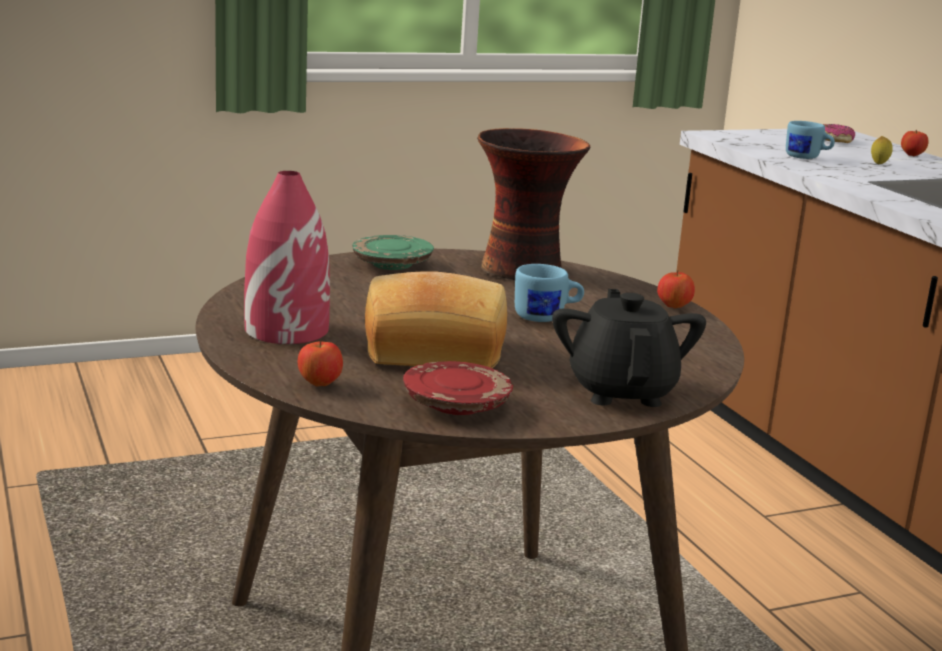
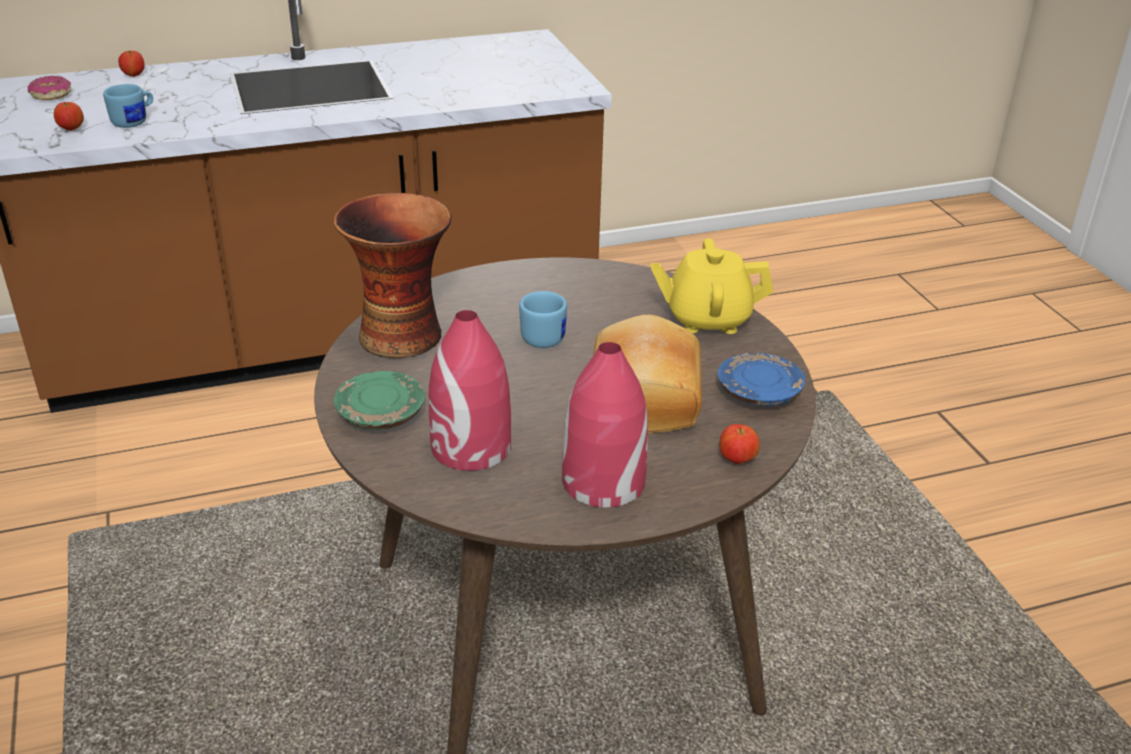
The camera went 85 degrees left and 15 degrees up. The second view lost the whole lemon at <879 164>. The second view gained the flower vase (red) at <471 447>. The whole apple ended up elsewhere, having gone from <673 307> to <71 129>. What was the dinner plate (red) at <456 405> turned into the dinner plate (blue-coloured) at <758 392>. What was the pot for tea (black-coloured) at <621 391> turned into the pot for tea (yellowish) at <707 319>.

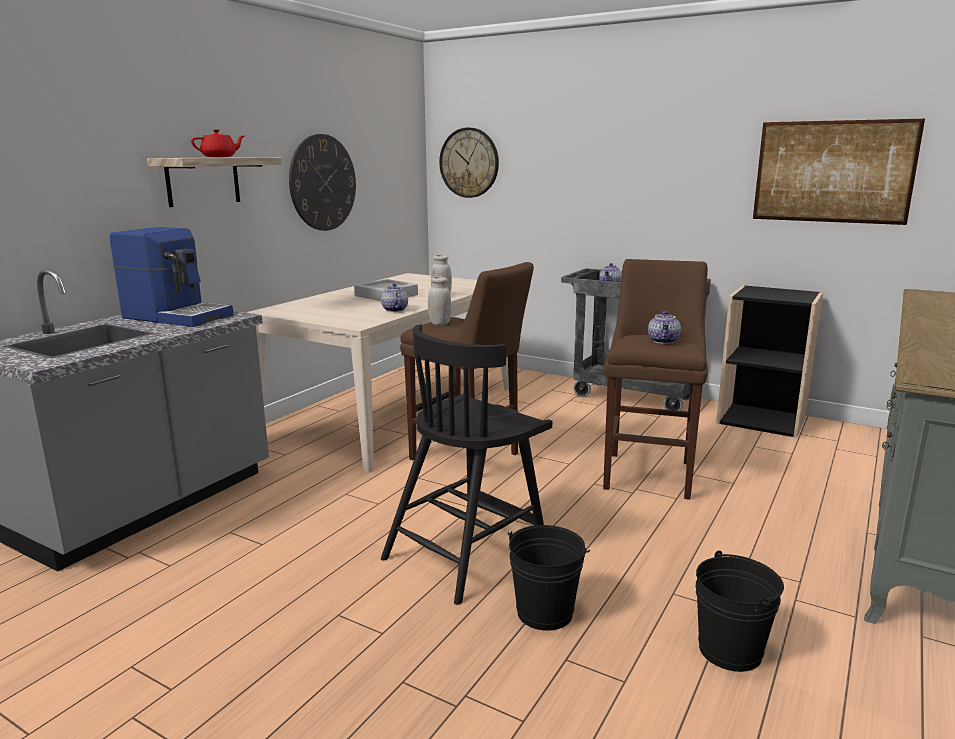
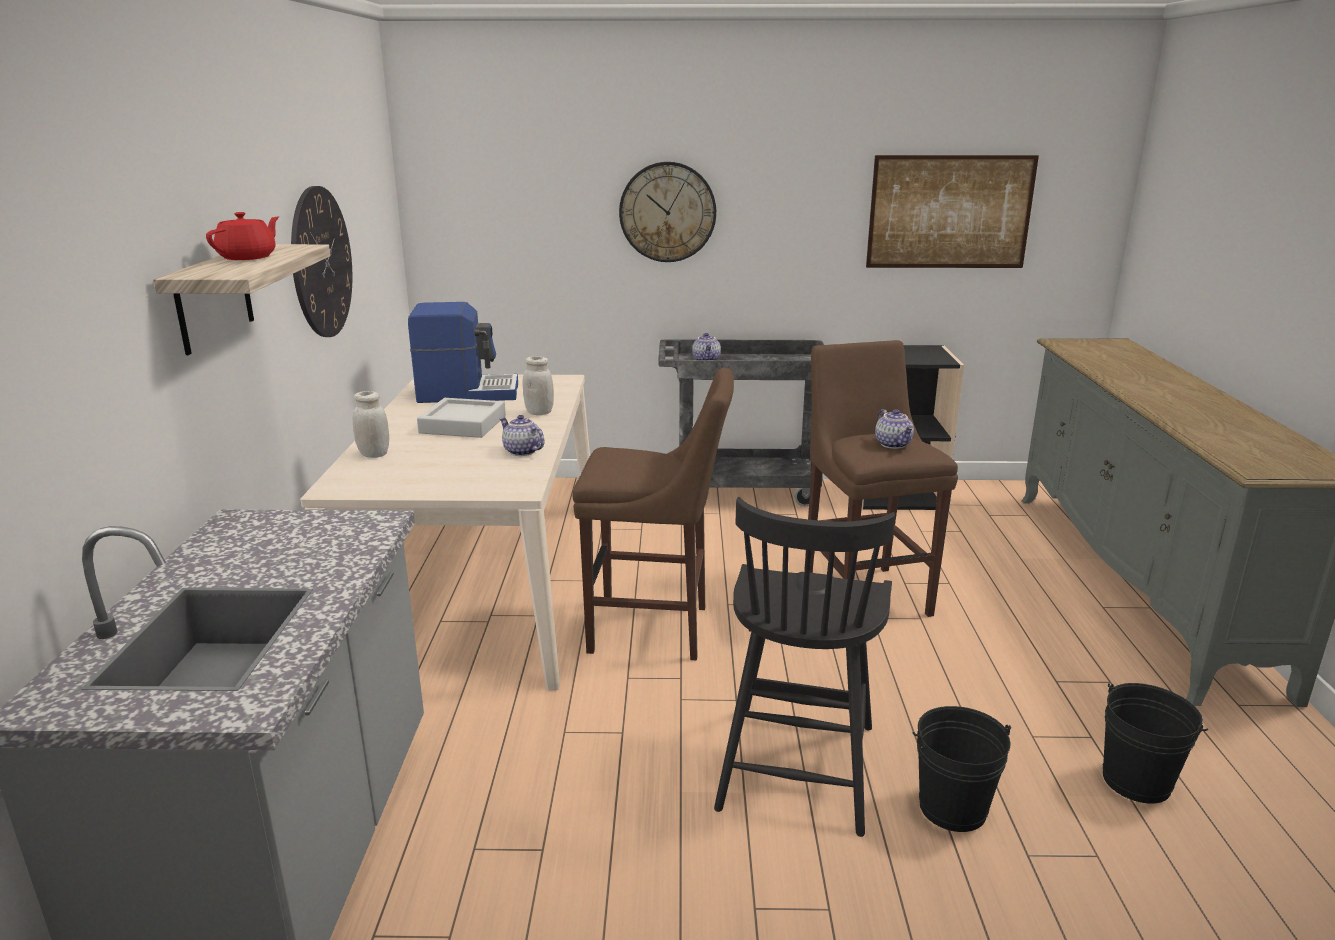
The camera went 30 degrees left and 5 degrees up. The coffee maker ended up elsewhere, having gone from <178 316> to <467 392>. The preserve jar (white-coloured) ended up elsewhere, having gone from <439 323> to <374 454>. The clock on the wall ended up elsewhere, having gone from <469 163> to <667 212>.

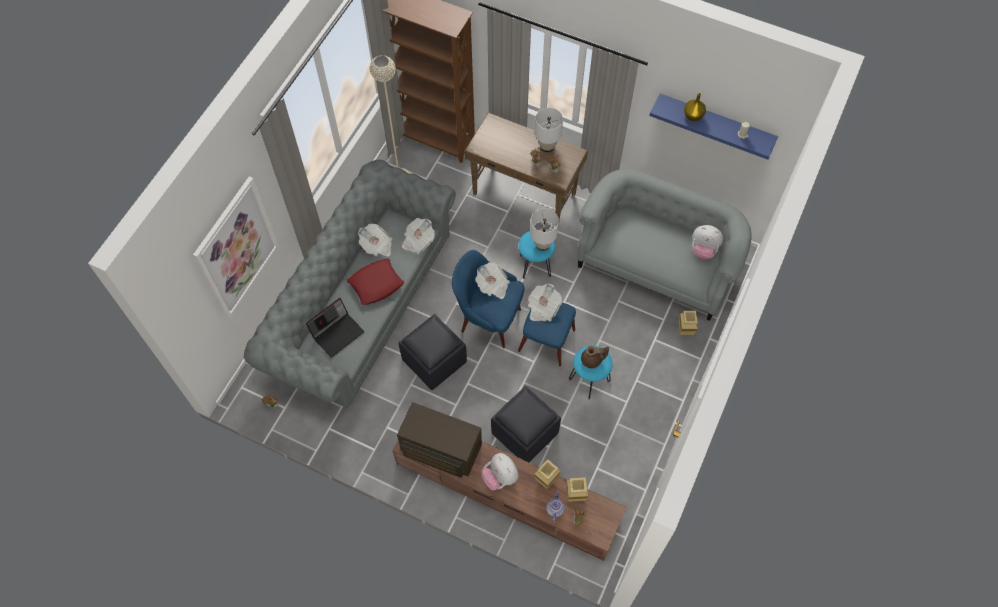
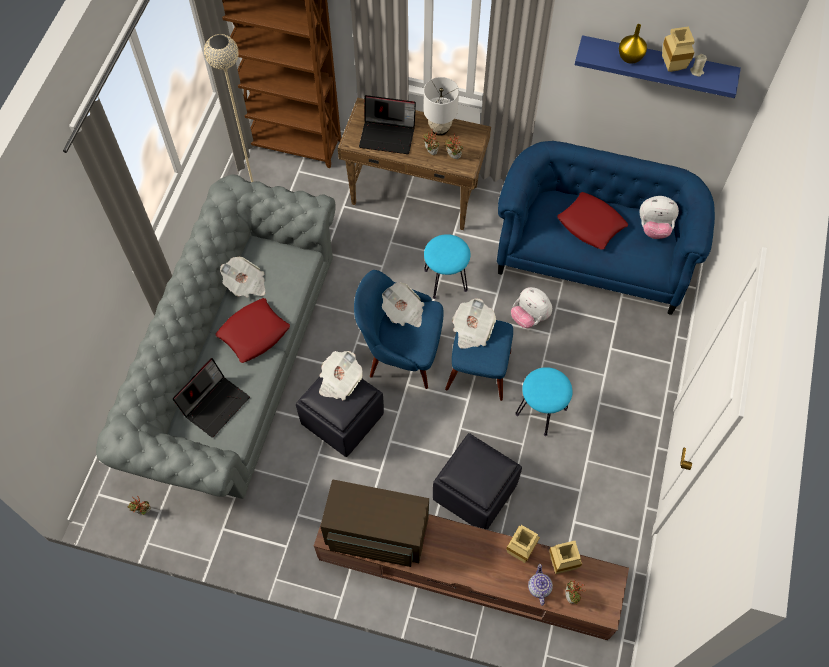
The camera went 10 degrees left and 0 degrees up. The second view lost the wall picture at <236 248>. The second view lost the lamp for a table (white-coloured) at <542 244>. The second view lost the pot for tea (brownish) at <592 360>. The second view gained the notebook computer at <388 135>. The second view gained the throw pillow (red) at <591 224>. The newspaper ended up elsewhere, having gone from <418 241> to <339 381>. The plush toy ended up elsewhere, having gone from <500 477> to <529 317>. The flower vase (beige-coloured) ended up elsewhere, having gone from <684 330> to <670 66>. What was the couch (gray) at <656 263> turned into the couch (blue-coloured) at <592 255>.

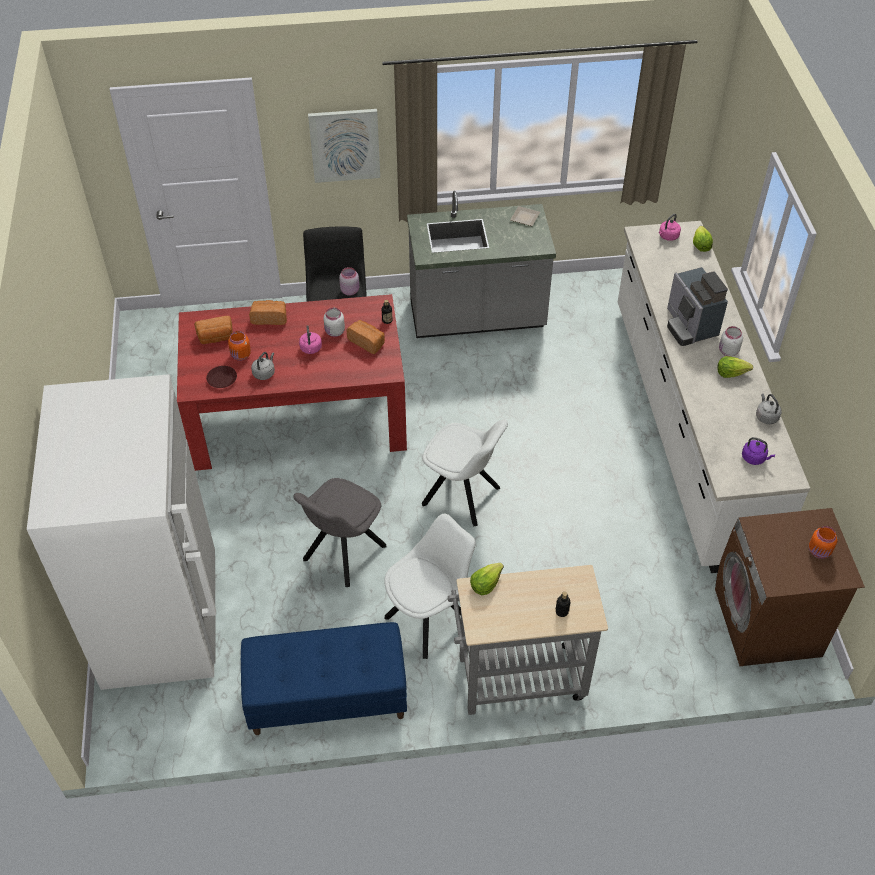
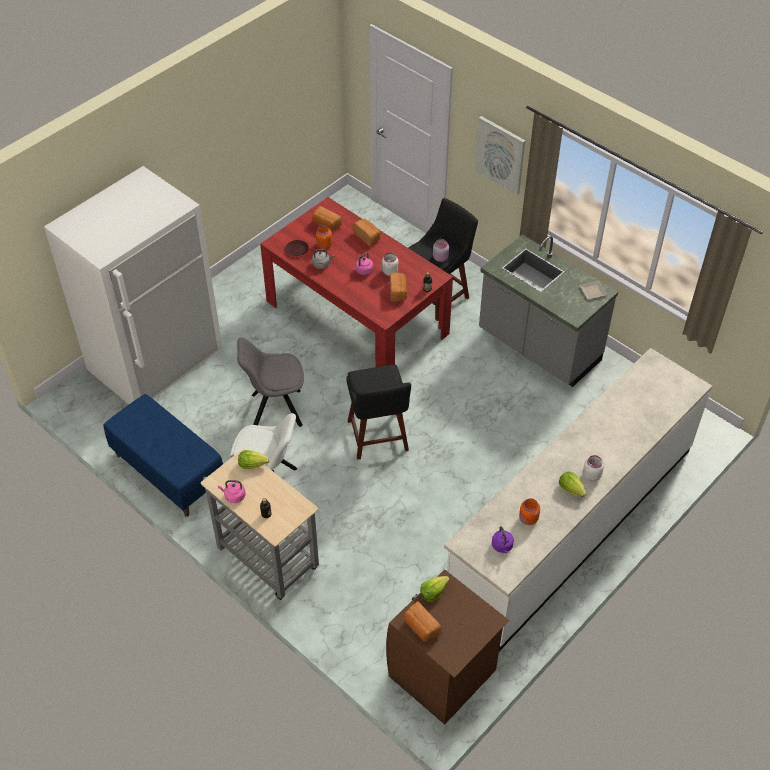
The camera went 50 degrees right and 0 degrees up. The second view lost the coffee maker at <690 326>. The second view lost the water kettle (gray) at <766 416>. The second view gained the bakery bread at <421 627>. The water kettle (pink) ended up elsewhere, having gone from <667 236> to <234 496>. The head of lettuce ended up elsewhere, having gone from <700 245> to <433 592>. The preserve jar (orange-coloured) ended up elsewhere, having gone from <819 552> to <528 519>. Where the chair (white-coloured) stood at <462 496>, the stool seat (black-coloured) came to stand at <378 438>.

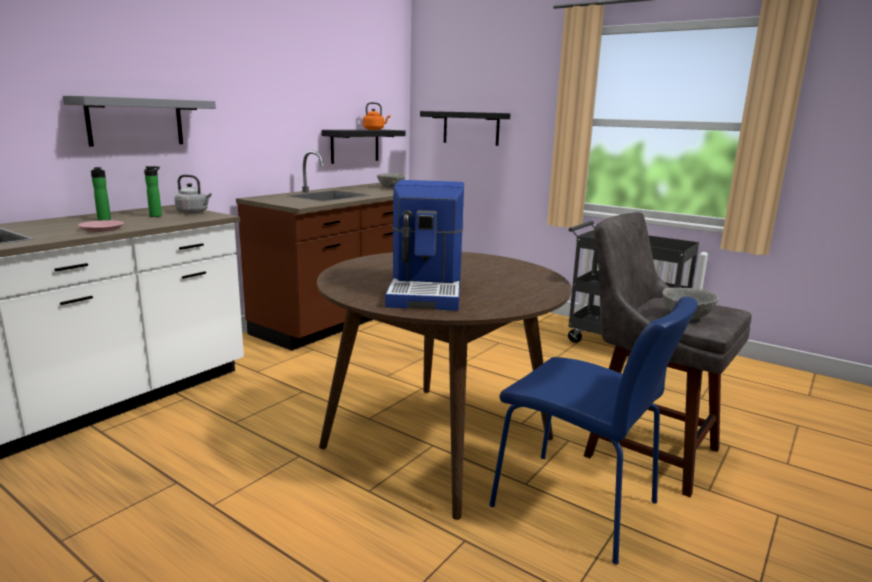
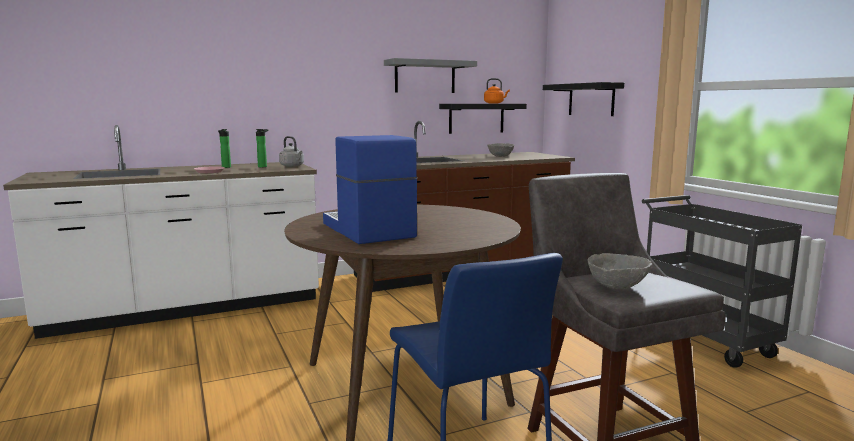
The camera went 30 degrees right and 5 degrees down. The bracket shelf (gray) ended up elsewhere, having gone from <135 122> to <425 77>. The coffee maker at <428 290> ended up facing another way, 120 degrees clockwise from before.

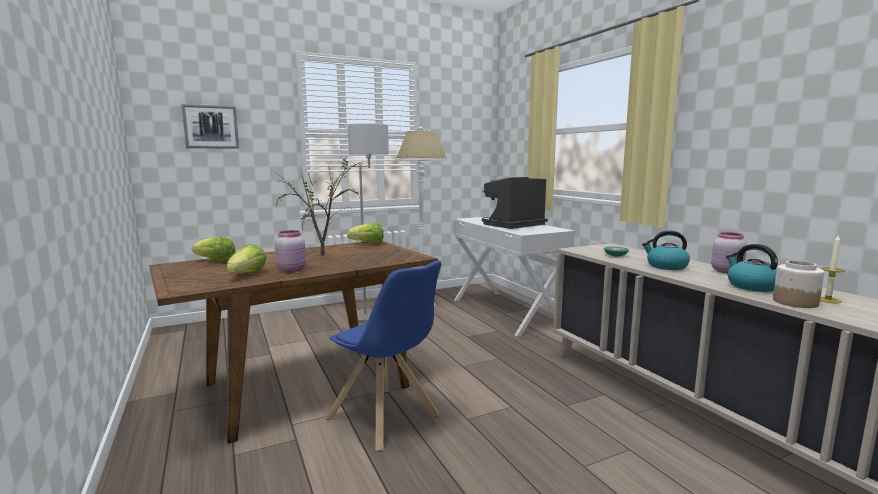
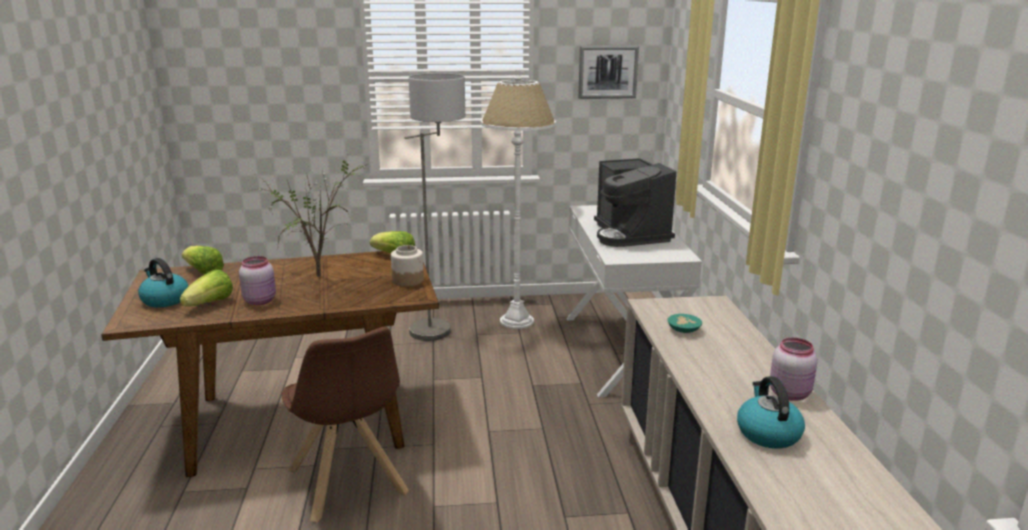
The camera went 20 degrees right and 10 degrees up. The second view lost the wax candle at <827 300>. The wall picture ended up elsewhere, having gone from <211 126> to <607 72>. The water kettle ended up elsewhere, having gone from <666 266> to <164 300>. The preserve jar ended up elsewhere, having gone from <794 302> to <408 280>. What was the chair (blue-coloured) at <386 419> turned into the chair (brownish) at <349 485>. The coffee maker at <513 225> ended up facing another way, 90 degrees counterclockwise from before.

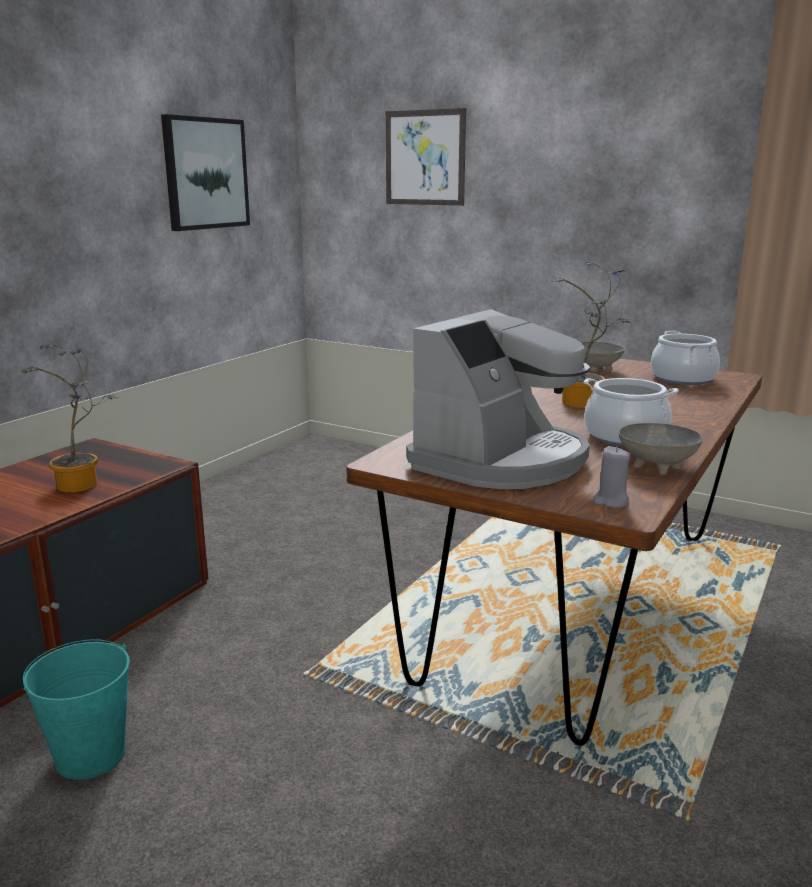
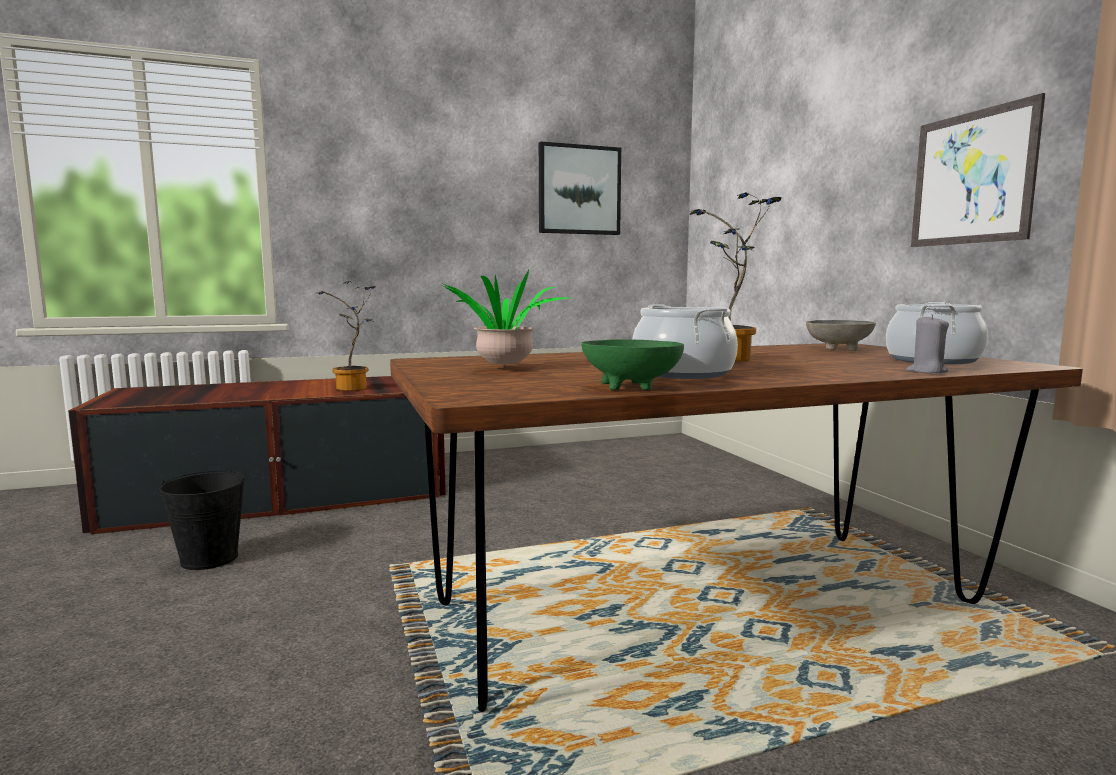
The camera went 40 degrees right and 10 degrees down. The wall picture ended up elsewhere, having gone from <425 158> to <972 178>. The wax candle (gray) ended up elsewhere, having gone from <611 501> to <926 371>. Where the coffee maker stood at <501 461>, the plant in a pot came to stand at <504 368>. What was the water bucket (turquoise) at <91 756> turned into the water bucket (black-coloured) at <209 559>. What was the serving bowl (gray) at <658 466> turned into the serving bowl (greenish) at <633 386>.

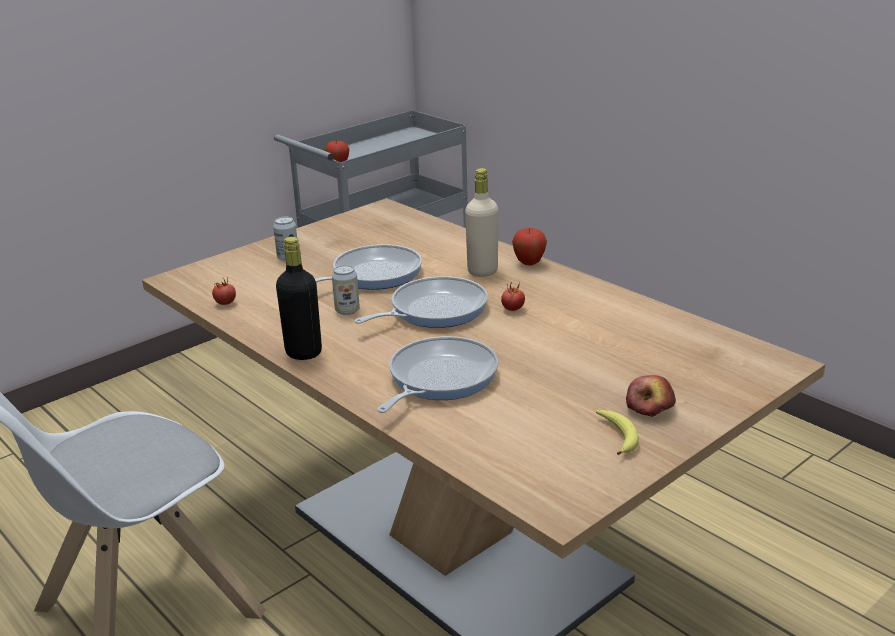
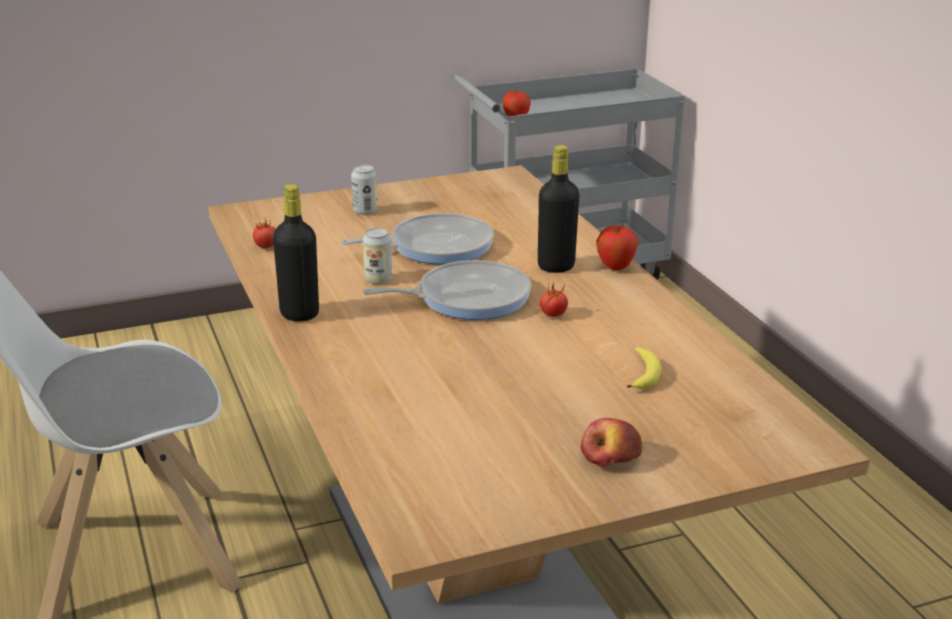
The camera went 20 degrees right and 0 degrees up. The second view lost the frying pan at <439 378>. The banana ended up elsewhere, having gone from <618 436> to <644 375>. What was the drink bottle (beige-coloured) at <482 271> turned into the drink bottle (black-coloured) at <556 266>.

